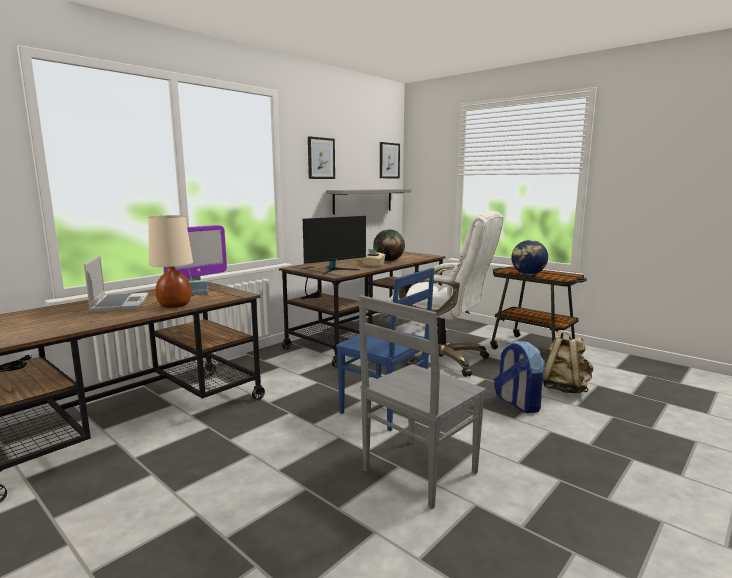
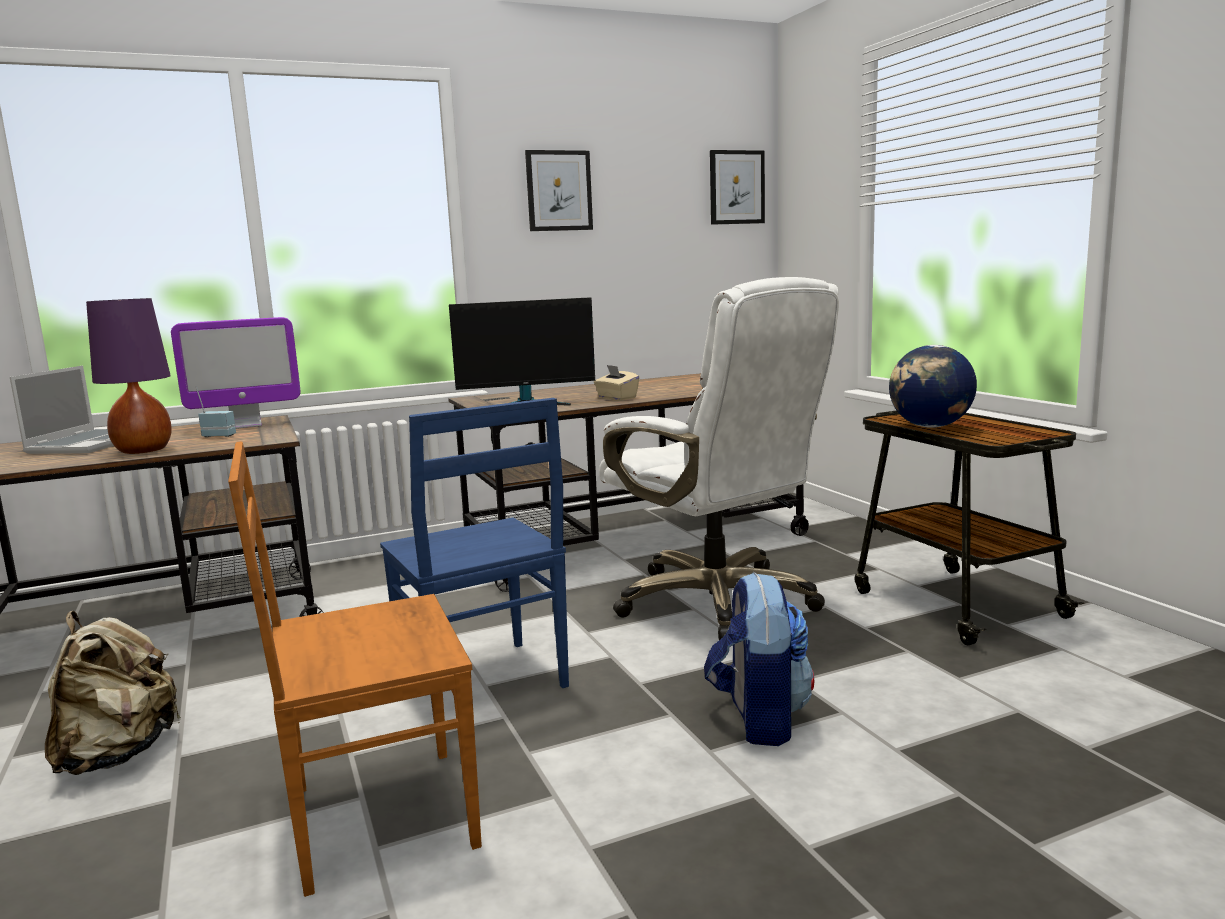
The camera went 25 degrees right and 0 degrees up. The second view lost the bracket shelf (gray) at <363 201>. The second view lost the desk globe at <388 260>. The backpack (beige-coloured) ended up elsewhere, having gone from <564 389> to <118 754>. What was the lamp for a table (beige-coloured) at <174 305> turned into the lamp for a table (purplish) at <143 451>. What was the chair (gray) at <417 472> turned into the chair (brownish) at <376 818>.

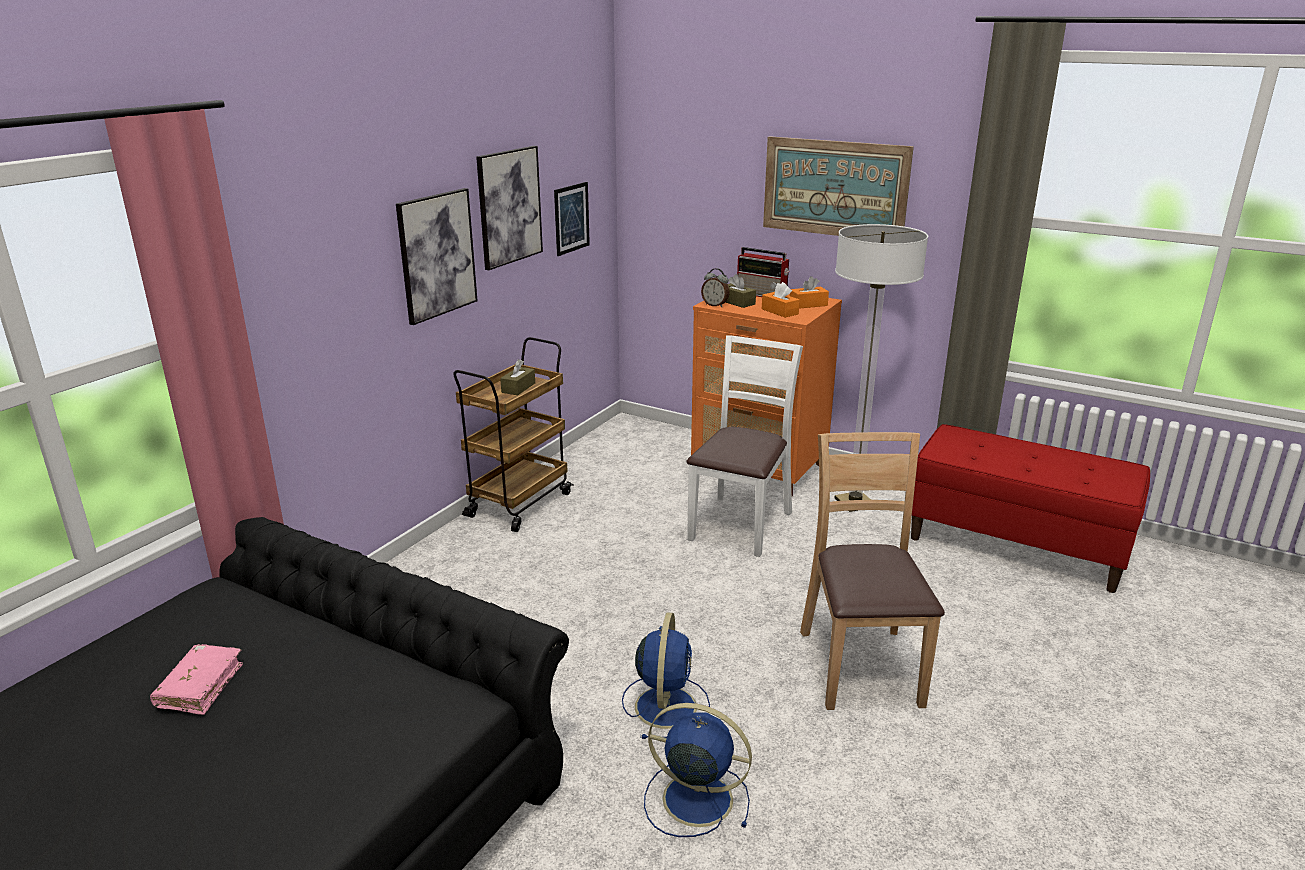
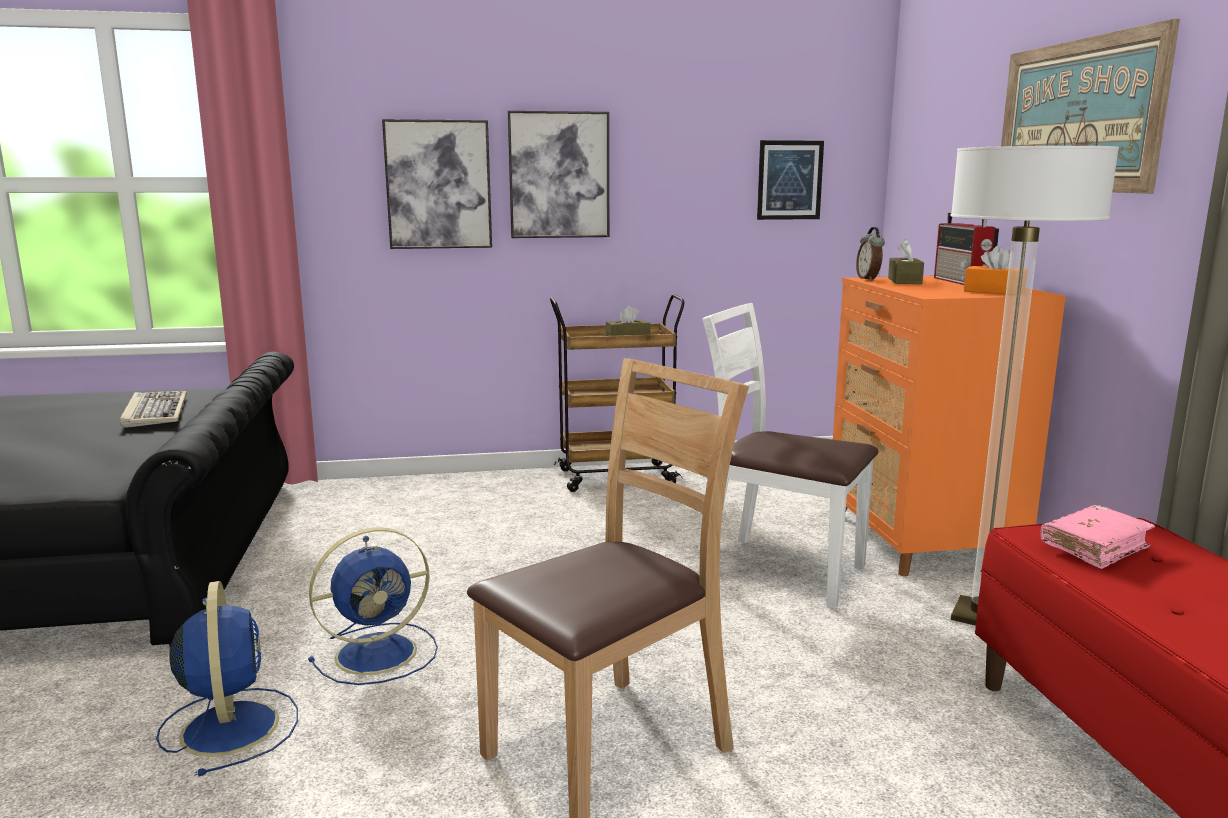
The camera went 50 degrees right and 10 degrees down. The second view lost the box of tissues (orange-coloured) at <779 311>. The second view gained the PC keyboard at <155 412>. The bound book (pink) ended up elsewhere, having gone from <200 687> to <1094 547>. The wall picture ended up elsewhere, having gone from <509 206> to <438 185>. The chair (white-coloured) at <740 525> ended up facing another way, 135 degrees counterclockwise from before.

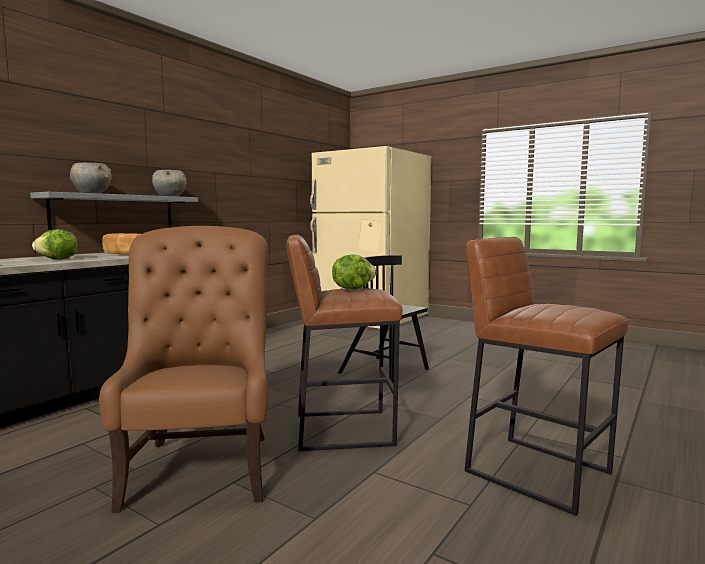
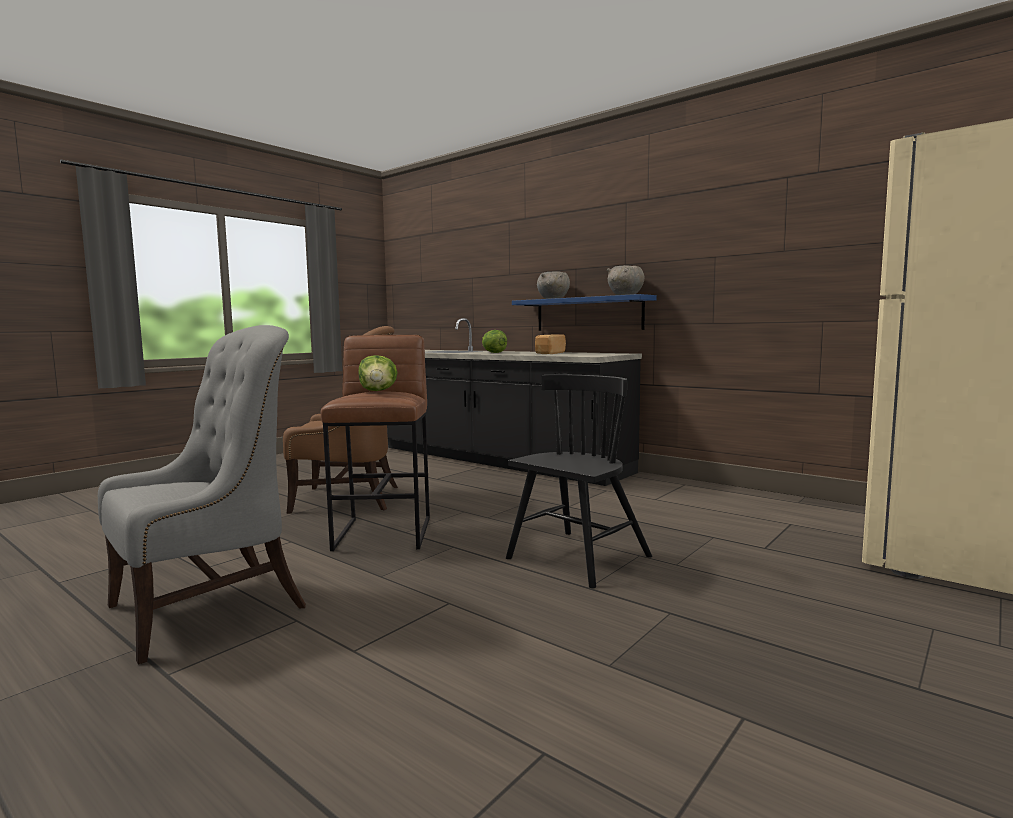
The camera went 95 degrees right and 0 degrees up. Where the stool seat (brownish) stood at <535 471>, the chair (gray) came to stand at <211 606>. What was the bracket shelf (gray) at <114 212> turned into the bracket shelf (blue-coloured) at <588 314>.

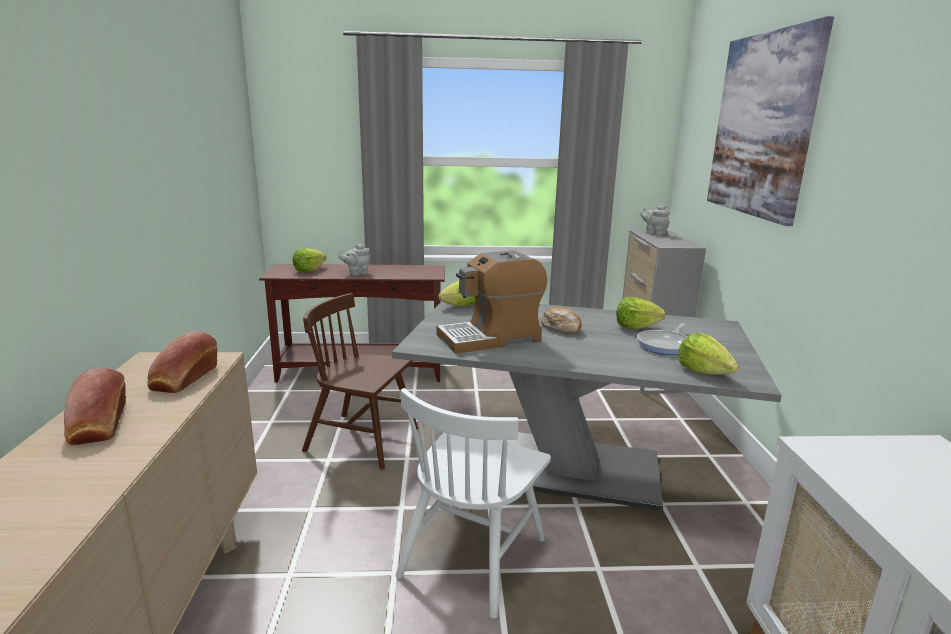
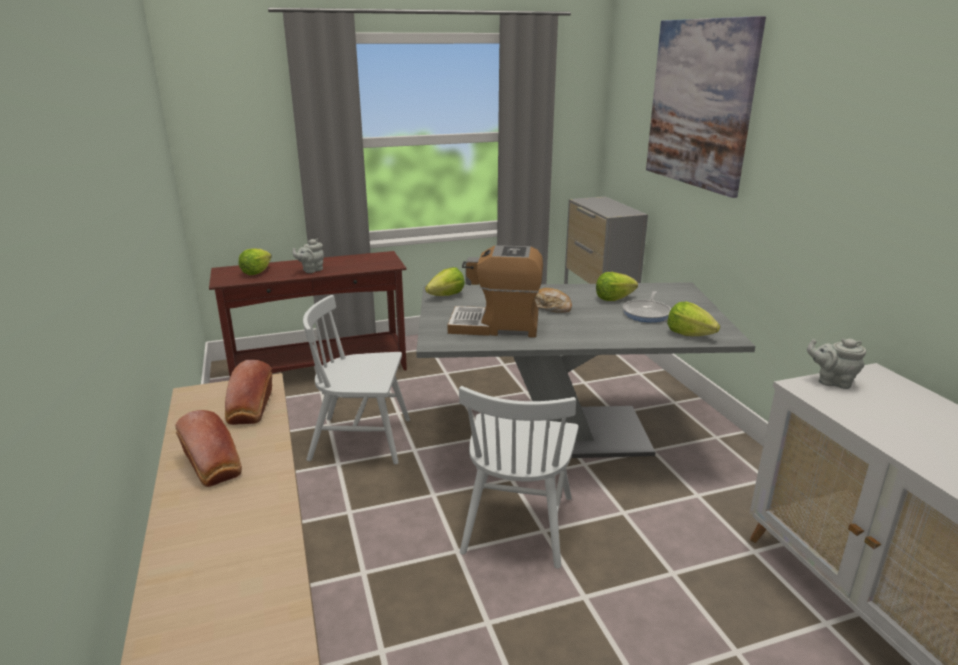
The camera went 15 degrees left and 5 degrees up. The pot for tea (gray) ended up elsewhere, having gone from <654 233> to <832 381>. What was the chair (brownish) at <362 440> turned into the chair (white-coloured) at <361 439>. The coffee maker at <490 338> ended up facing another way, 45 degrees clockwise from before.

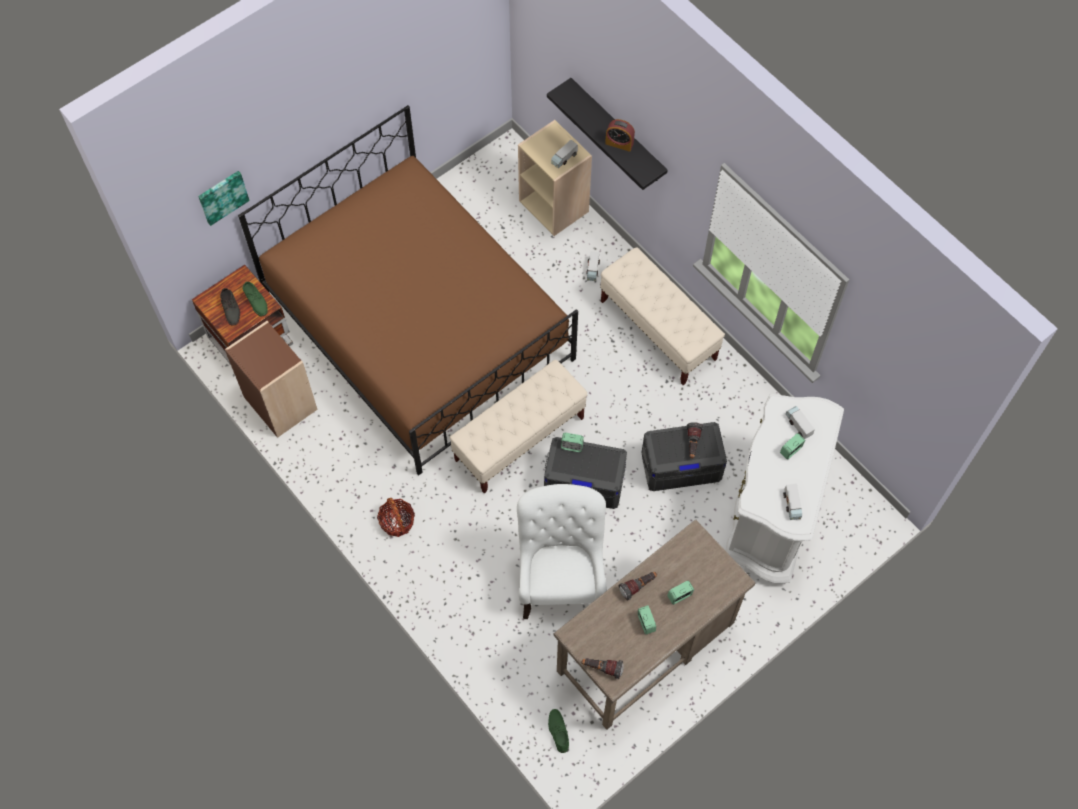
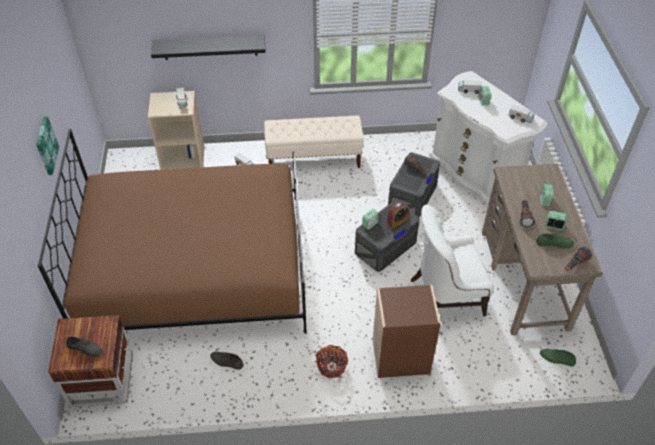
The camera went 55 degrees left and 15 degrees down. The second view lost the bench (beige-coloured) at <519 439>. The second view gained the shoe (gray) at <226 361>. The wall picture ended up elsewhere, having gone from <222 196> to <45 145>. The bookcase (brownish) ended up elsewhere, having gone from <279 403> to <400 357>. The shoe (greenish) ended up elsewhere, having gone from <256 300> to <554 243>. The bedside clock ended up elsewhere, having gone from <619 143> to <397 221>. The chair (white-coloured) at <560 579> ended up facing another way, 45 degrees counterclockwise from before.

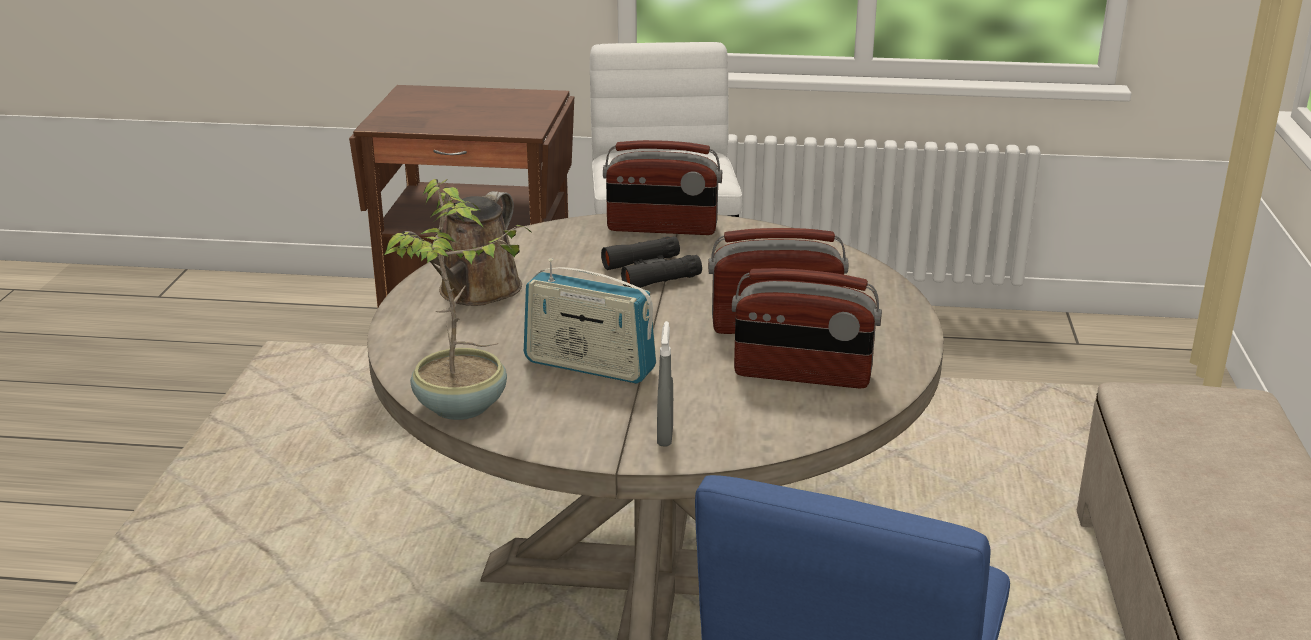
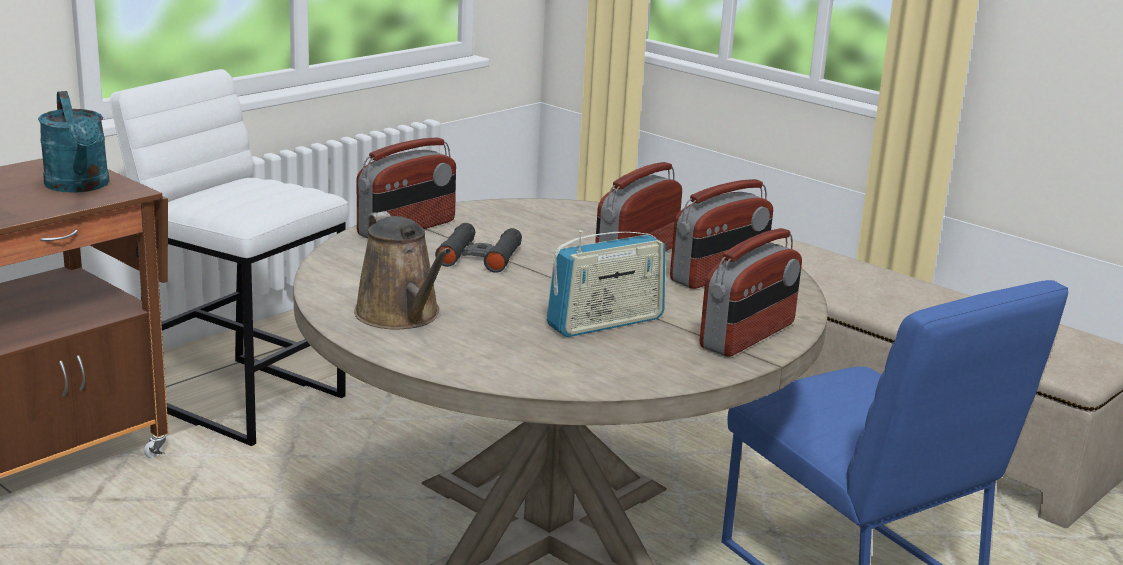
The camera went 55 degrees left and 5 degrees down. The second view lost the plant in a pot at <462 407>. The second view gained the watering can (turquoise) at <79 186>. Where the spray bottle (gray) stood at <665 436>, the radio receiver came to stand at <748 336>.

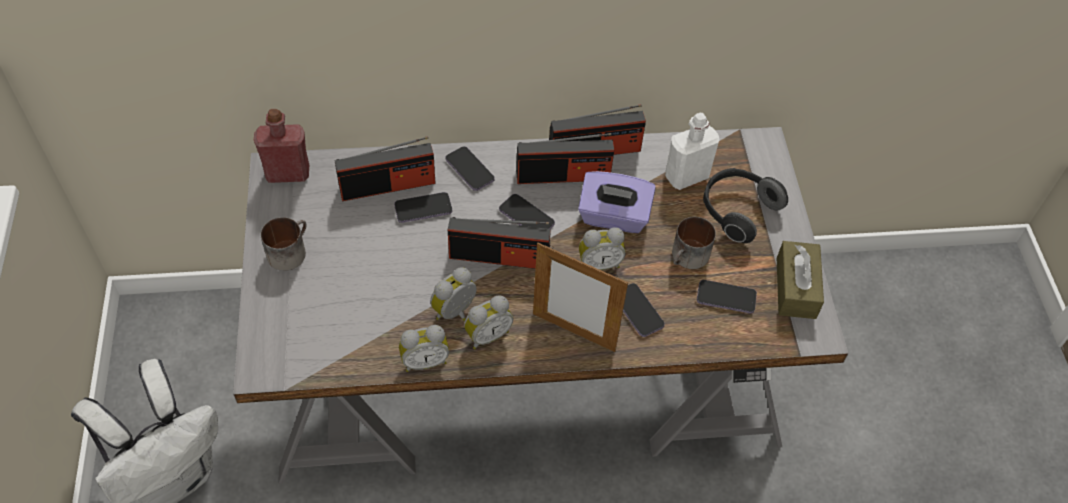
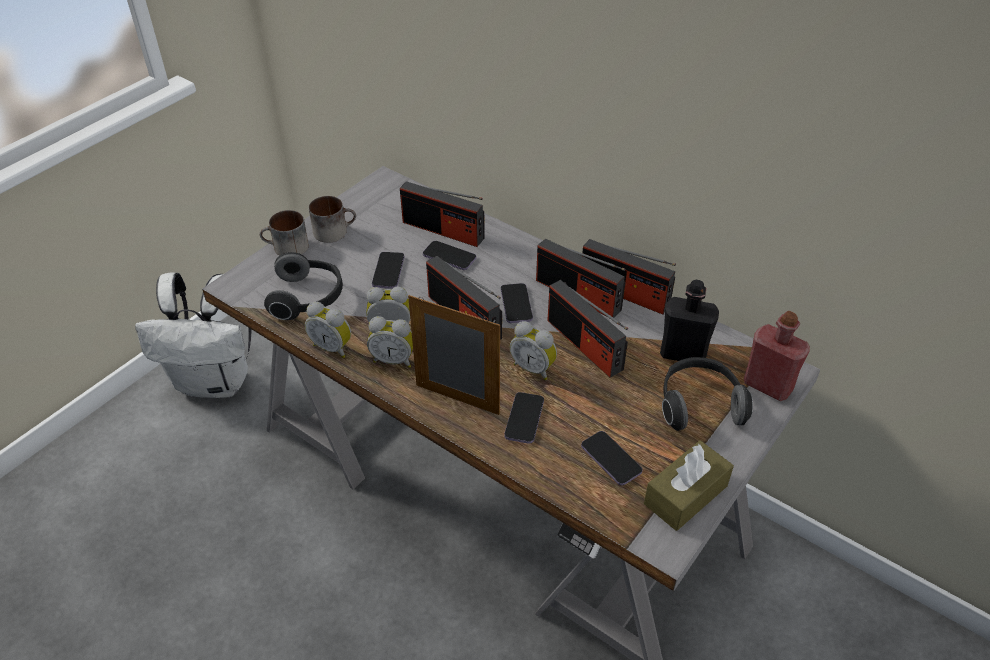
The camera went 45 degrees right and 10 degrees down. The second view gained the pair of headphones at <308 298>. The drink bottle (red) ended up elsewhere, having gone from <288 173> to <767 385>. The telephone ended up elsewhere, having gone from <469 170> to <388 271>. The coffee mug ended up elsewhere, having gone from <688 258> to <286 248>. Where the box of tissues (purplish) stood at <613 217>, the radio receiver came to stand at <584 345>. What was the drink bottle (white-coloured) at <686 176> turned into the drink bottle (black-coloured) at <683 354>. The standing frame at <573 332> ended up facing another way, 135 degrees clockwise from before.

